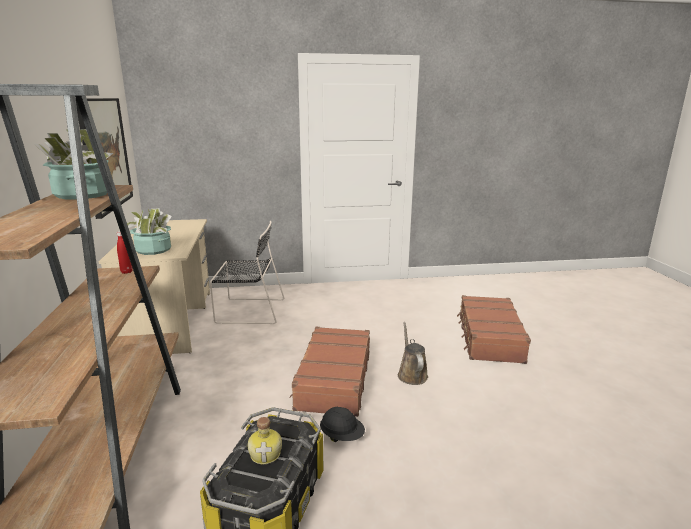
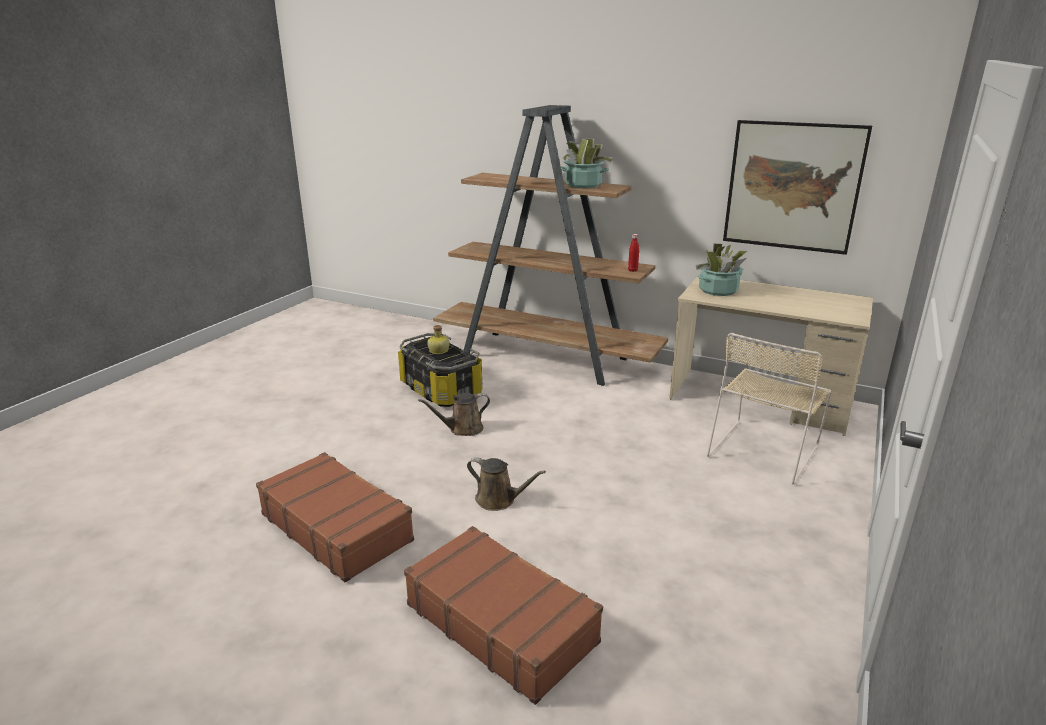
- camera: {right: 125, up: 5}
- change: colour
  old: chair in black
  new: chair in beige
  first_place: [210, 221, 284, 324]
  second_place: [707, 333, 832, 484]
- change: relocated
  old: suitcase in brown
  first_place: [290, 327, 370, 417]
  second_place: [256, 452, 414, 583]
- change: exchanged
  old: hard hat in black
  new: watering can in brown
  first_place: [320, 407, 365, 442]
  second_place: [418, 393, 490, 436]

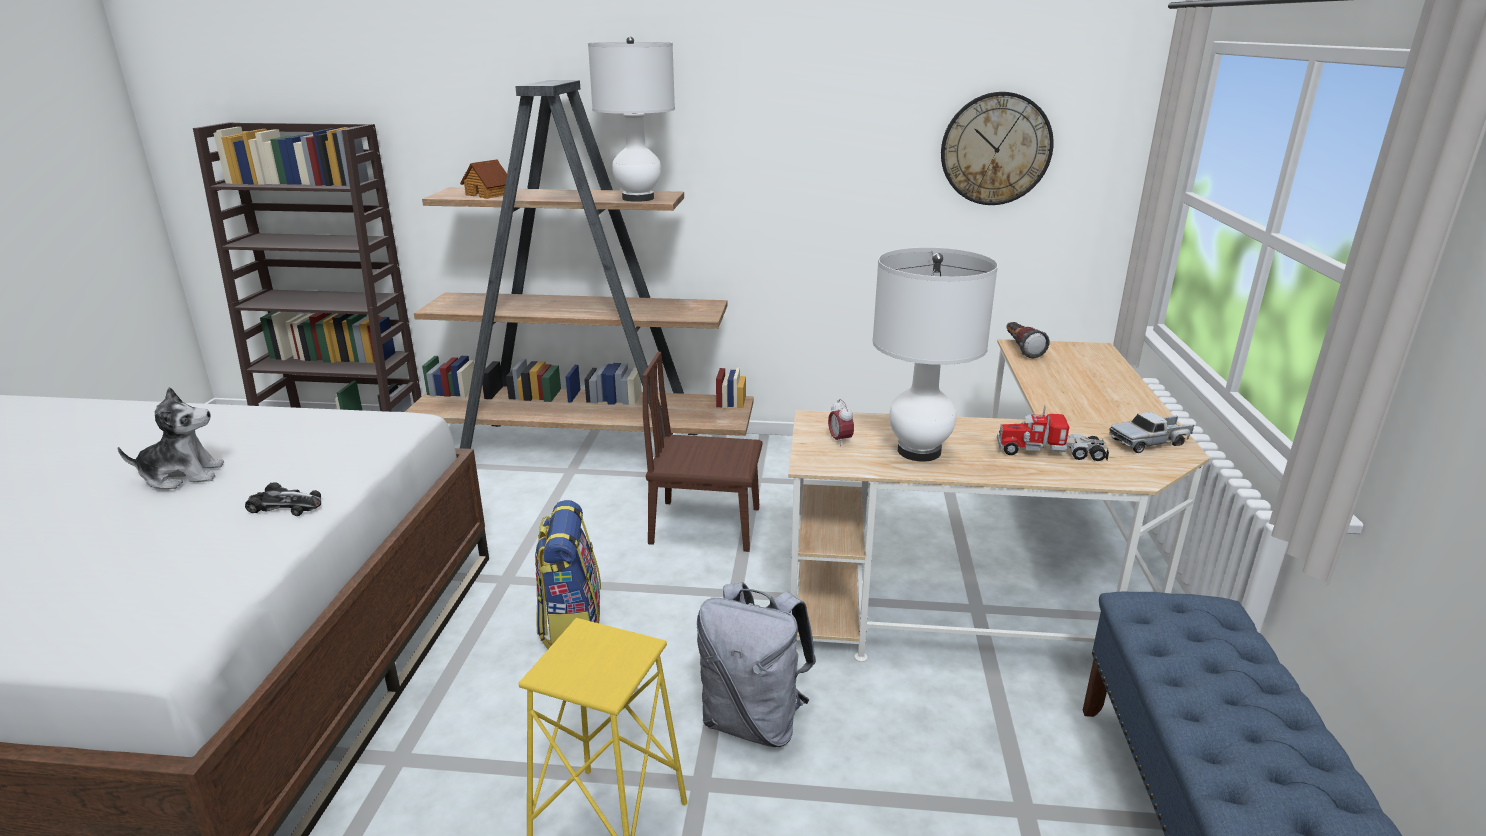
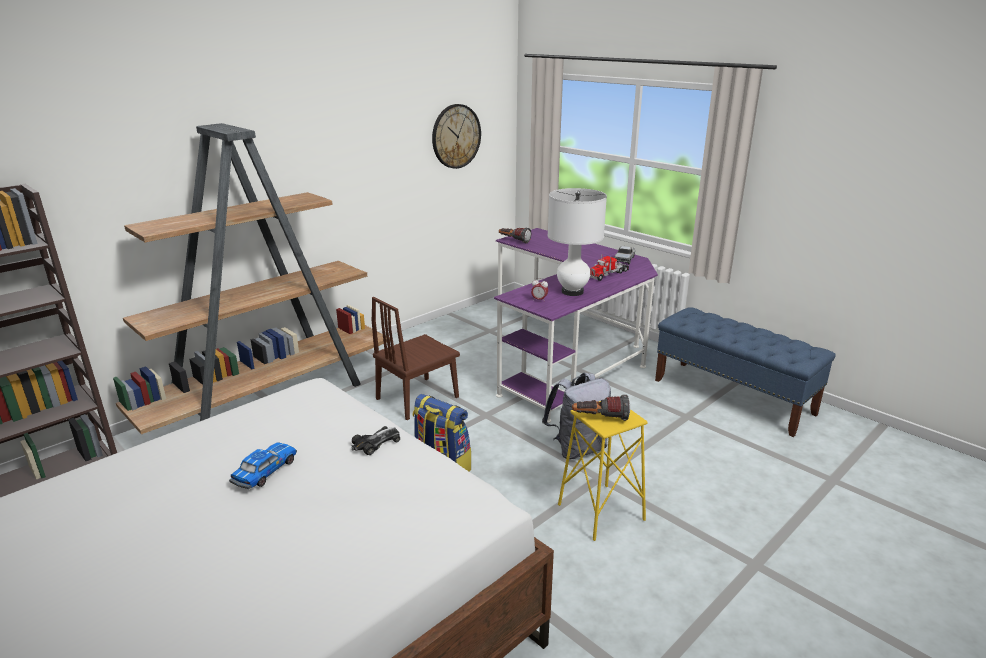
- camera: {right: -50, up: 0}
- change: exchanged
  old: plush toy
  new: toy car
  first_place: [117, 387, 224, 489]
  second_place: [229, 442, 297, 489]
- change: missing
  old: toy house
  first_place: [460, 159, 507, 199]
- change: missing
  old: table lamp in white
  first_place: [588, 36, 675, 202]
- change: colour
  old: desk in beige
  new: desk in purple
  first_place: [788, 339, 1210, 662]
  second_place: [494, 228, 658, 423]
- change: appeared
  new: flashlight
  second_place: [572, 394, 630, 421]

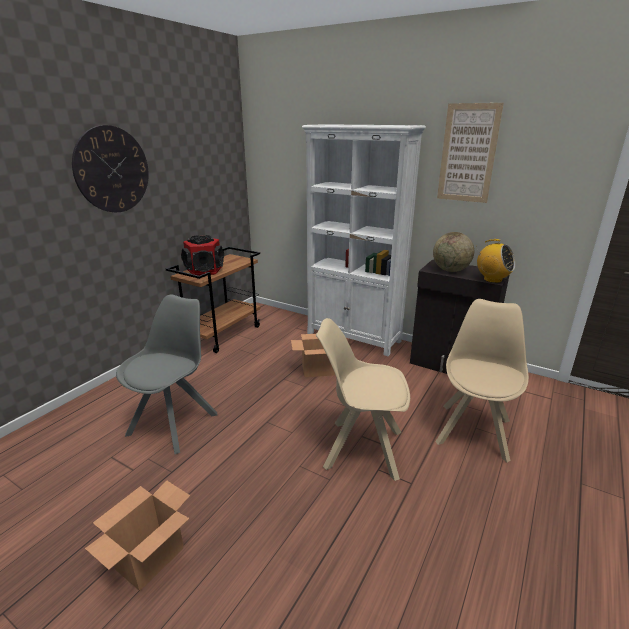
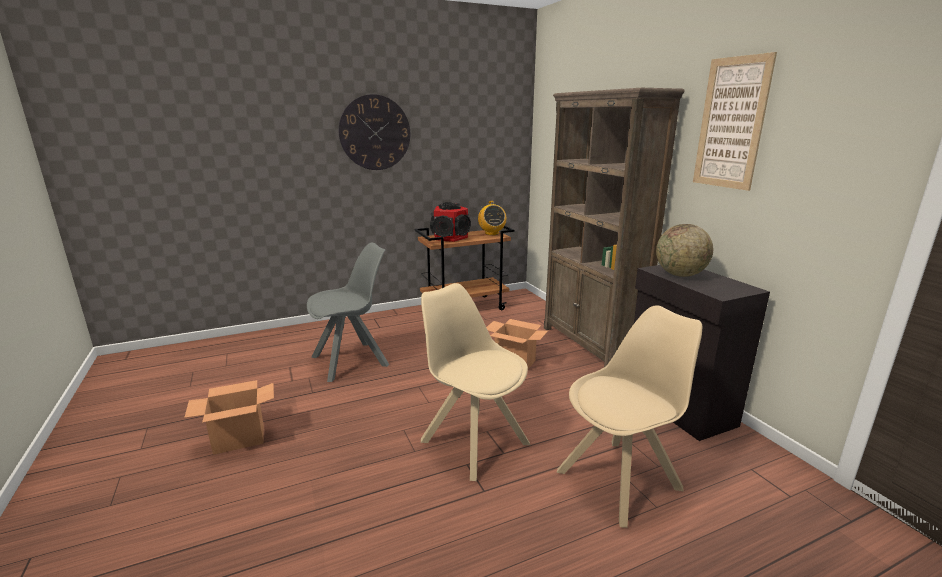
- camera: {right: 35, up: -5}
- change: colour
  old: bookcase in white
  new: bookcase in brown
  first_place: [302, 124, 426, 356]
  second_place: [544, 88, 685, 367]
- change: relocated
  old: radio
  first_place: [476, 239, 515, 283]
  second_place: [478, 201, 506, 235]

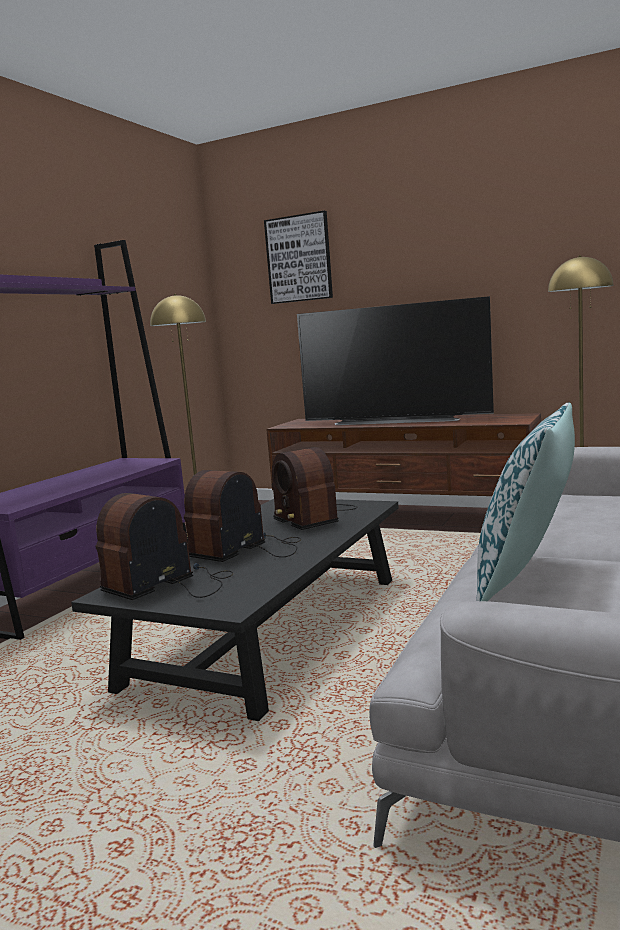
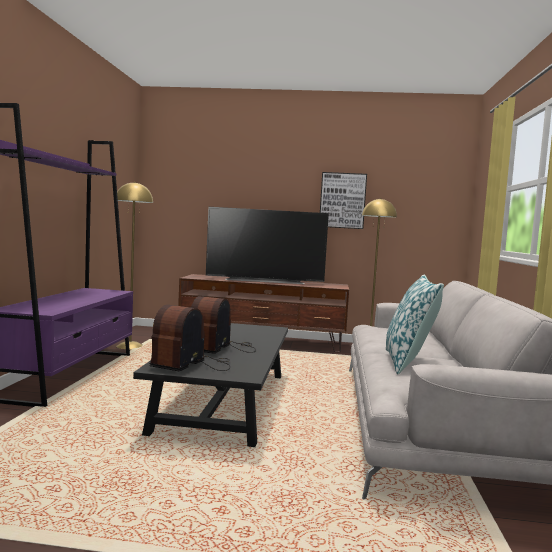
- camera: {right: -20, up: -5}
- change: relocated
  old: picture
  first_place: [264, 211, 333, 304]
  second_place: [320, 172, 367, 229]
- change: missing
  old: radio
  first_place: [272, 447, 358, 530]

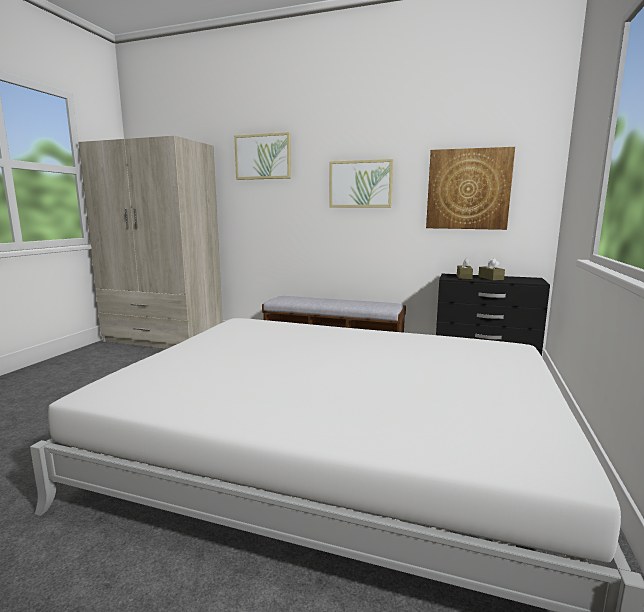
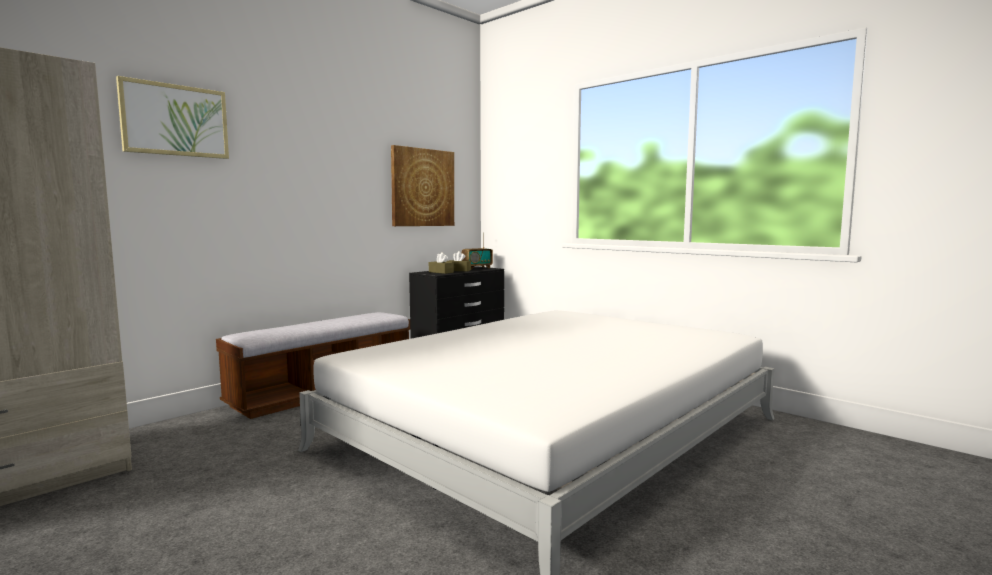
- camera: {right: -65, up: -5}
- change: missing
  old: picture
  first_place: [329, 159, 393, 208]
- change: appeared
  new: radio
  second_place: [462, 233, 493, 269]

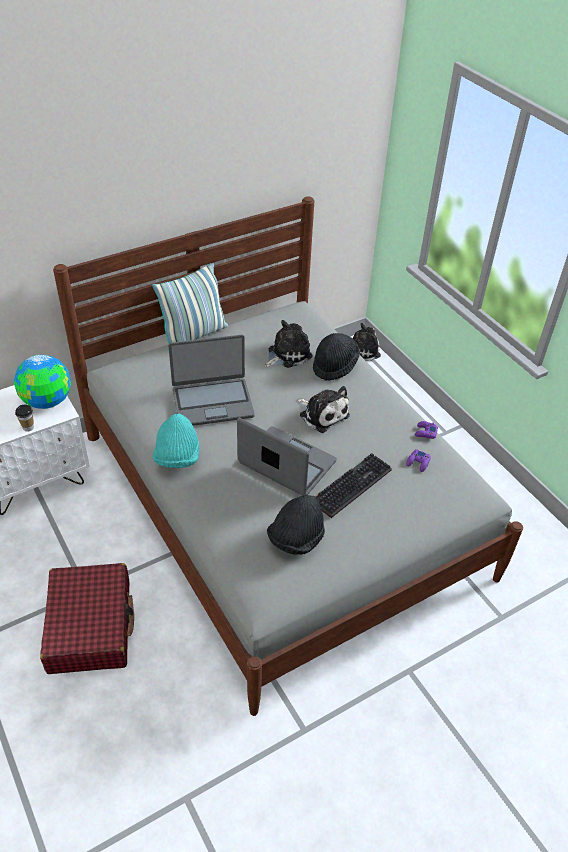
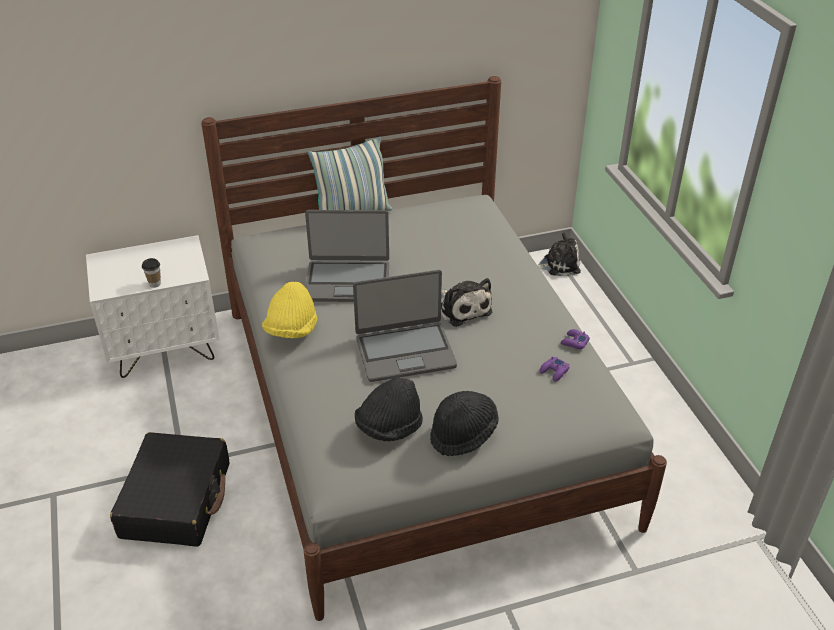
- camera: {right: 15, up: -5}
- change: missing
  old: globe
  first_place: [14, 355, 71, 409]
- change: colour
  old: suitcase in red
  new: suitcase in black
  first_place: [40, 563, 134, 674]
  second_place: [110, 432, 229, 547]
- change: colour
  old: hat in turquoise
  new: hat in yellow
  first_place: [153, 413, 199, 468]
  second_place: [262, 282, 317, 338]
- change: spun
  old: laptop
  first_place: [237, 418, 337, 496]
  second_place: [353, 270, 457, 382]
  degrees: 120
- change: missing
  old: plush toy
  first_place: [264, 320, 313, 368]
- change: relocated
  old: hat in black
  first_place: [313, 333, 360, 381]
  second_place: [430, 391, 498, 456]
- change: missing
  old: keyboard
  first_place: [315, 453, 392, 518]

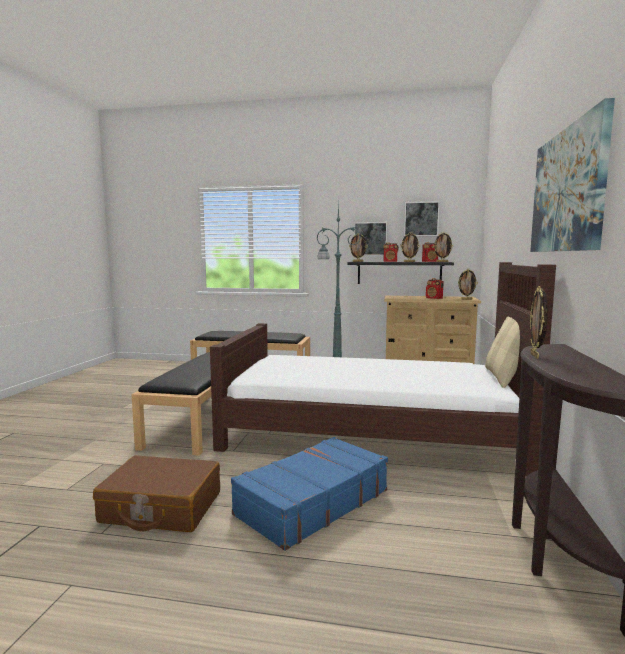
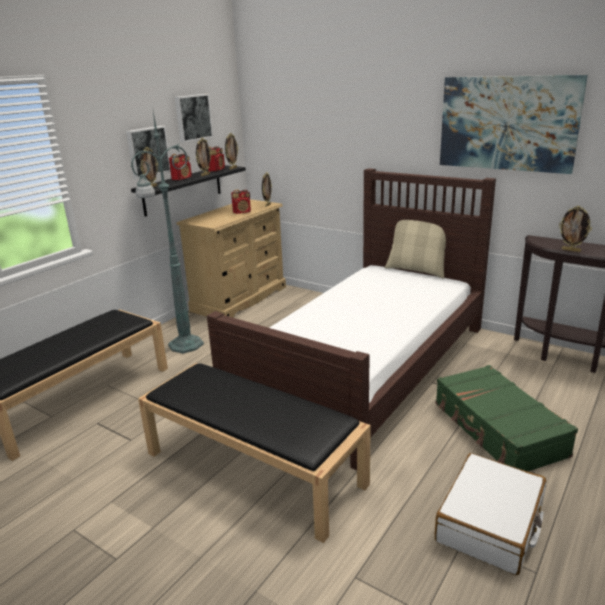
- camera: {right: -65, up: 15}
- change: colour
  old: suitcase in brown
  new: suitcase in white
  first_place: [93, 455, 220, 532]
  second_place: [435, 453, 546, 575]
- change: colour
  old: suitcase in blue
  new: suitcase in green
  first_place: [231, 437, 388, 551]
  second_place: [436, 365, 578, 472]

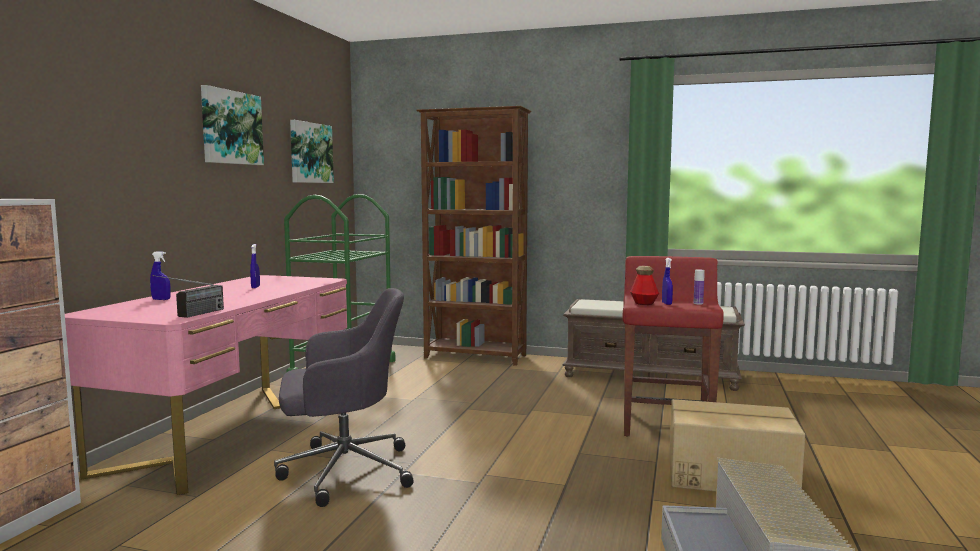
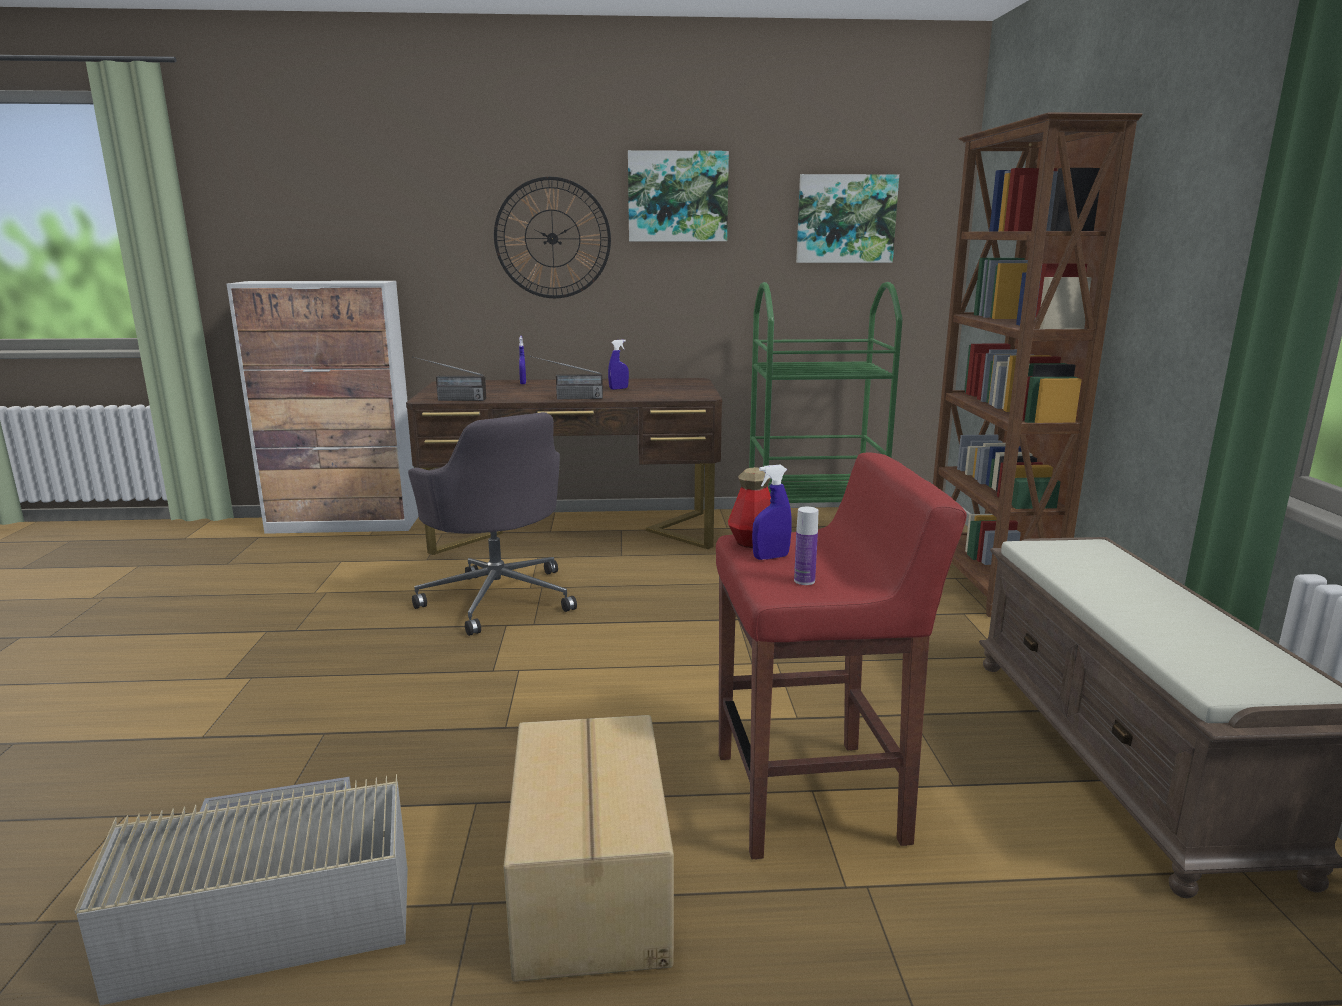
- camera: {right: 70, up: 10}
- change: colour
  old: desk in pink
  new: desk in brown
  first_place: [65, 275, 347, 495]
  second_place: [406, 378, 722, 555]
- change: appeared
  new: wall clock
  second_place: [494, 177, 611, 298]
- change: appeared
  new: radio
  second_place: [530, 356, 603, 399]

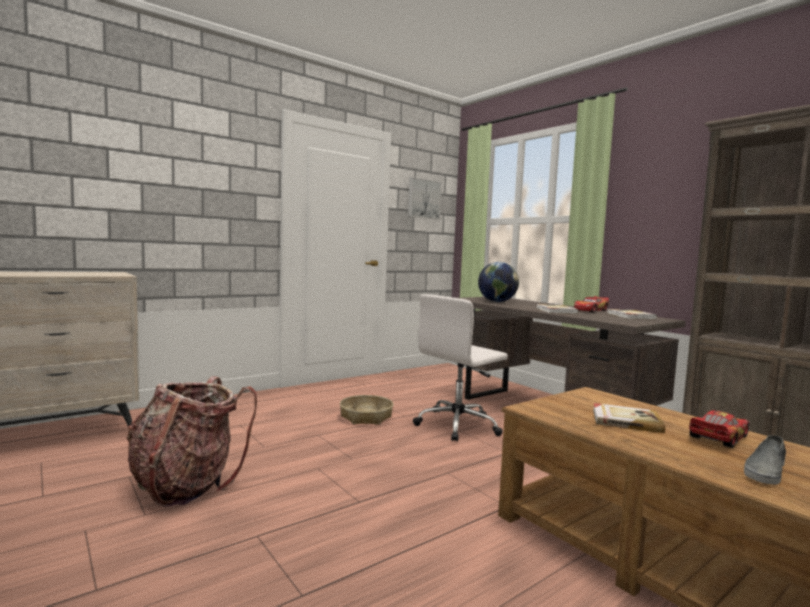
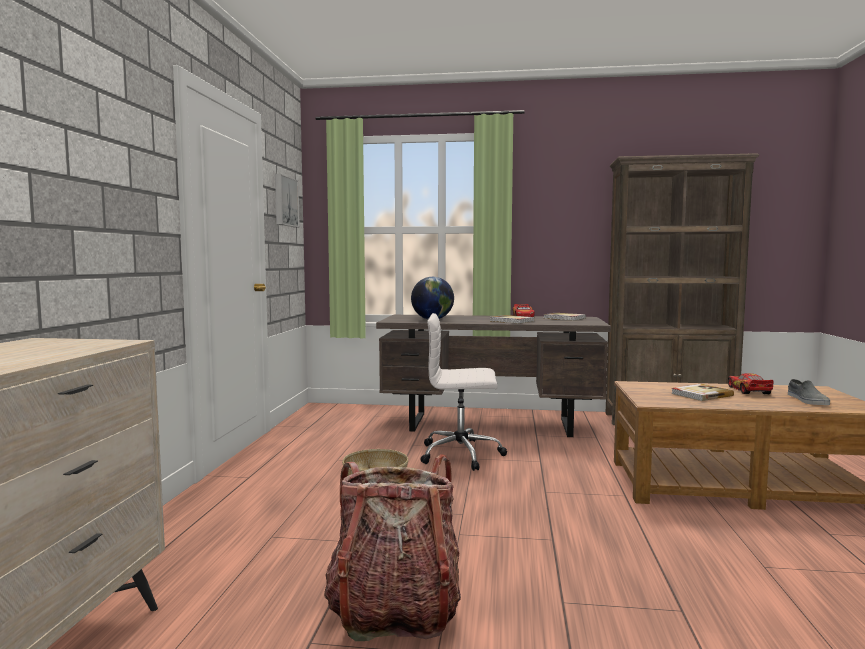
- camera: {right: -45, up: 0}
- change: spun
  old: office chair in white
  first_place: [413, 294, 508, 442]
  second_place: [420, 313, 507, 471]
  degrees: 90

